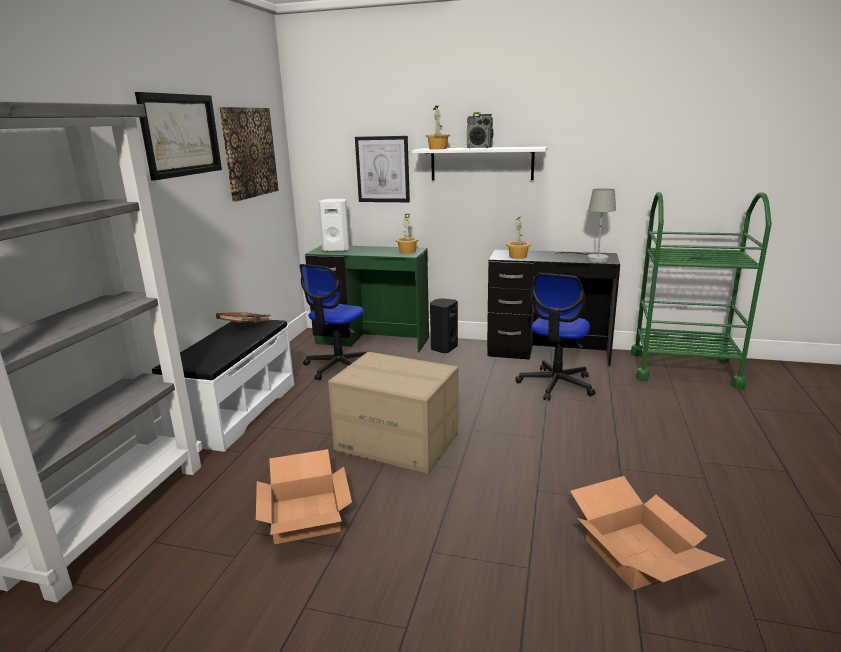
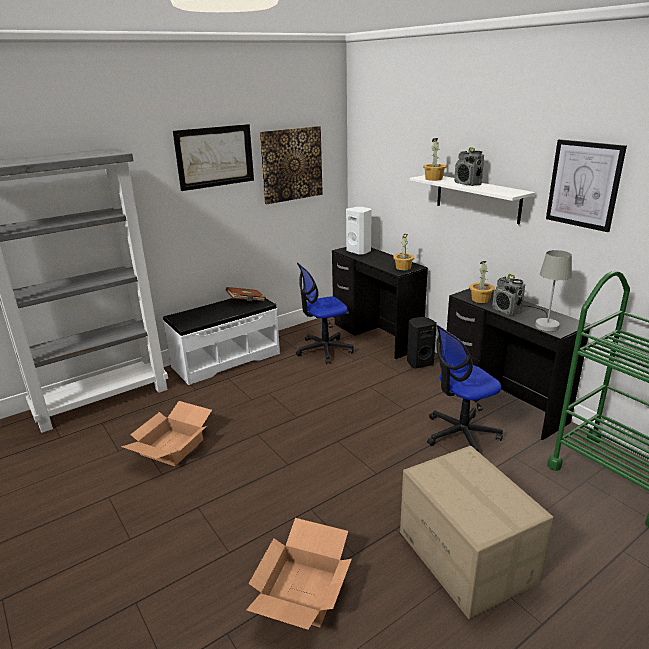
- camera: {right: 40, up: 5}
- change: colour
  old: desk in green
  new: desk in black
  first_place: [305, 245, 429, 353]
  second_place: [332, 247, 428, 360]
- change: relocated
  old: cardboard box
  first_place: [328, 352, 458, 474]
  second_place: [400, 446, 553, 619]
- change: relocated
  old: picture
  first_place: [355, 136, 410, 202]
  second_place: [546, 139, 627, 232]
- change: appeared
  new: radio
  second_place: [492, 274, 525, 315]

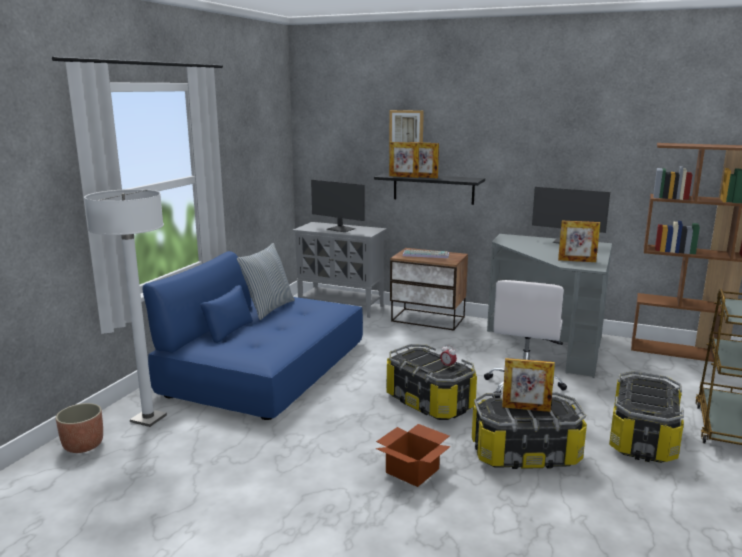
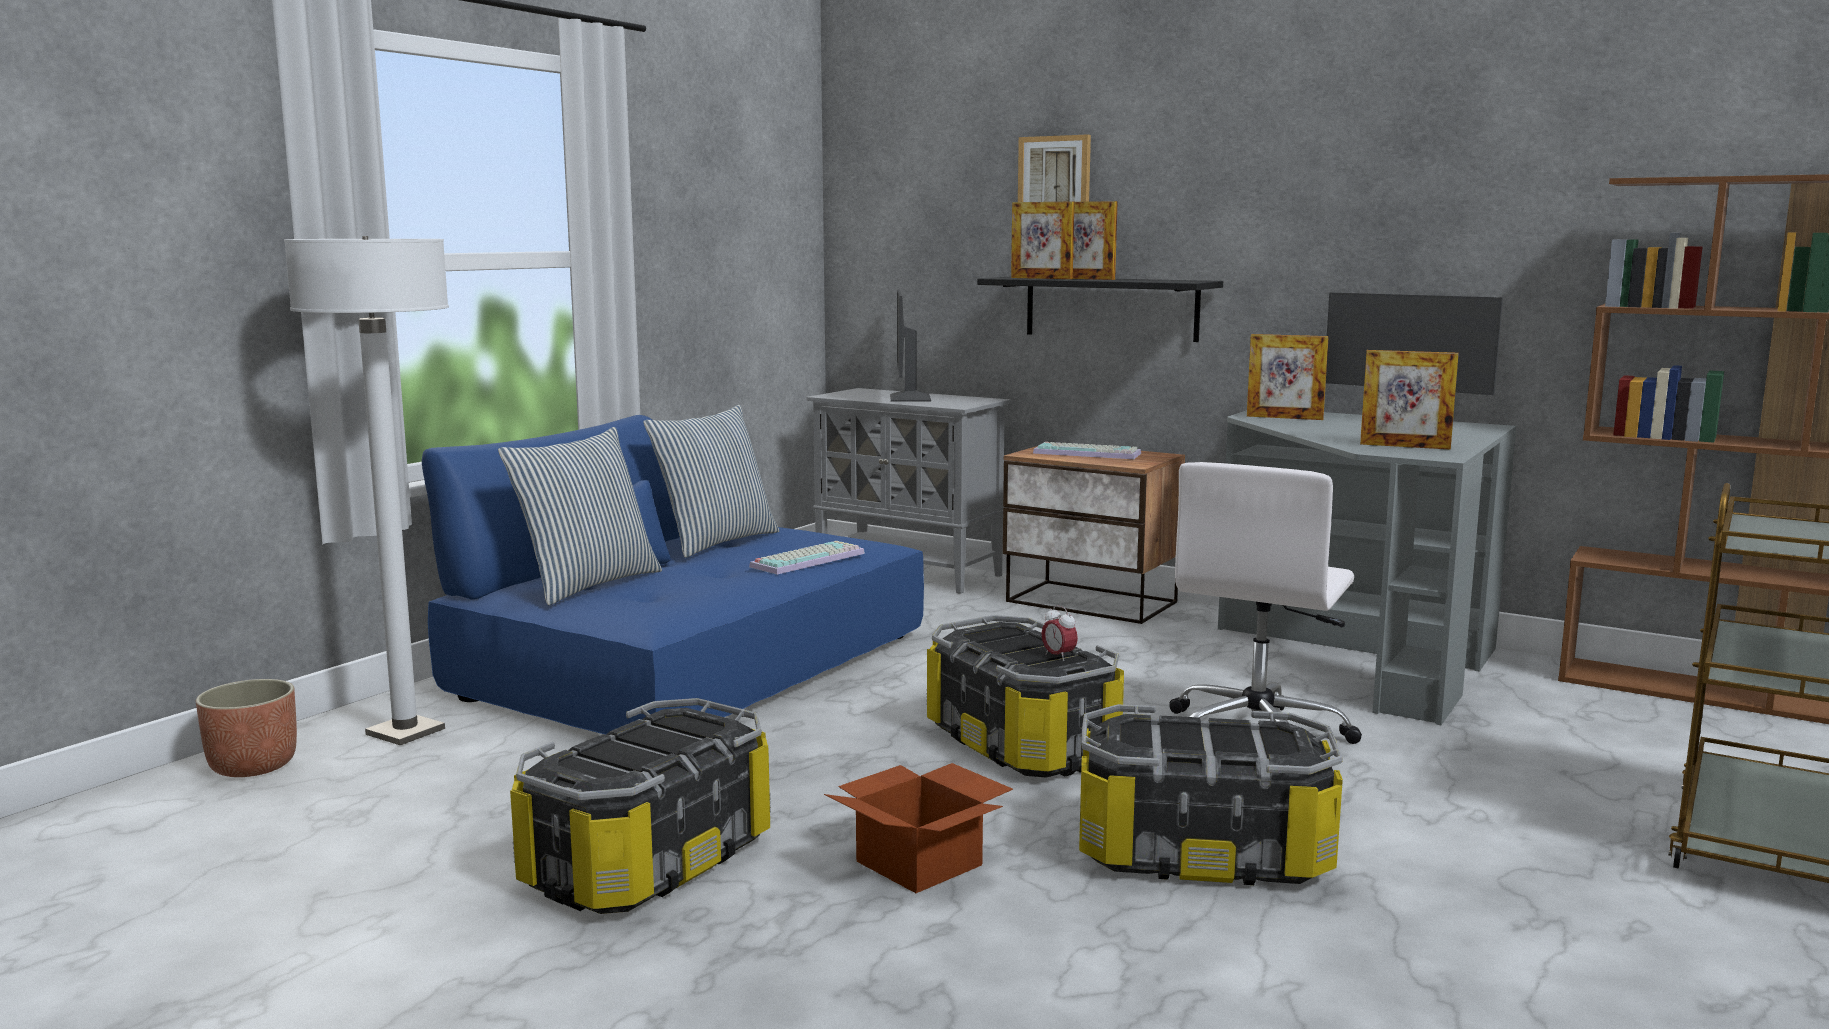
- camera: {right: 10, up: -5}
- change: spun
  old: monitor
  first_place: [311, 180, 365, 232]
  second_place: [890, 290, 931, 402]
  degrees: 45
- change: relocated
  old: picture frame
  first_place: [502, 358, 555, 412]
  second_place: [1247, 334, 1329, 420]
- change: relocated
  old: storage box
  first_place: [609, 371, 684, 463]
  second_place: [510, 698, 771, 914]
- change: appeared
  new: pillow
  second_place: [498, 427, 662, 606]
- change: appeared
  new: keyboard
  second_place: [749, 541, 865, 575]

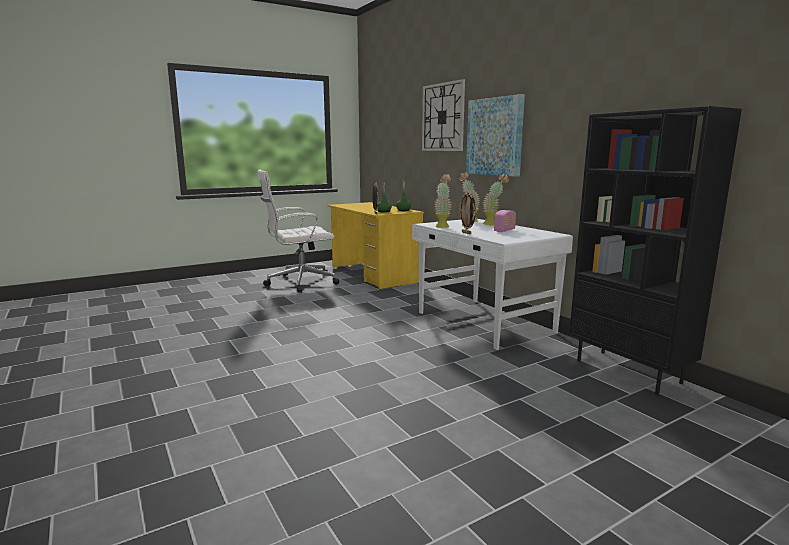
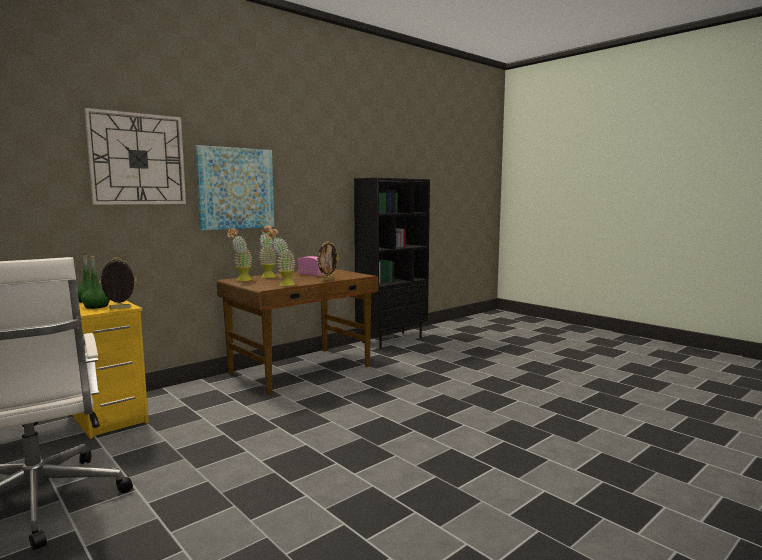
- camera: {right: -100, up: -5}
- change: colour
  old: desk in white
  new: desk in brown
  first_place: [412, 219, 573, 350]
  second_place: [217, 269, 378, 395]

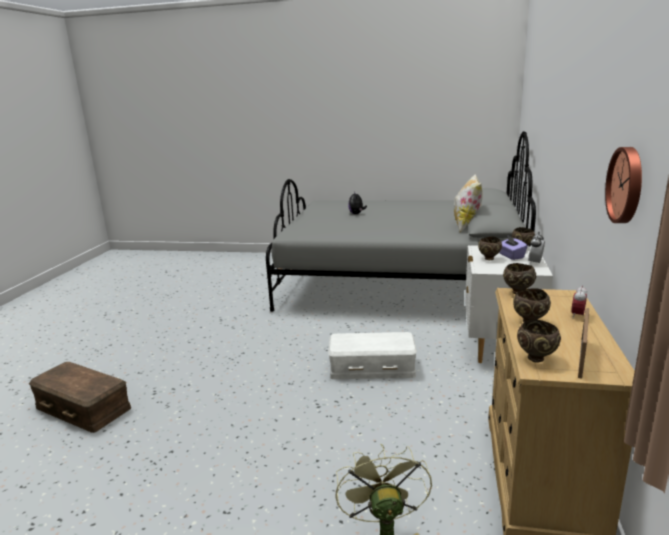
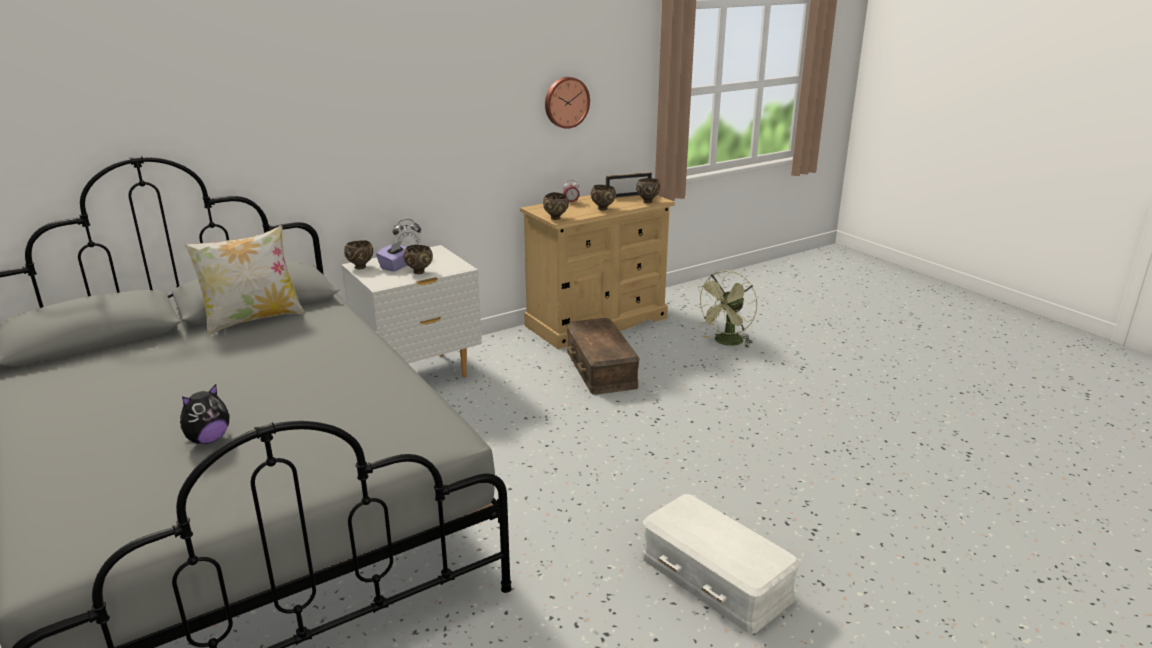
- camera: {right: -135, up: 5}
- change: relocated
  old: storage box in brown
  first_place: [29, 362, 131, 433]
  second_place: [567, 318, 640, 395]
- change: relocated
  old: storage box in white
  first_place: [328, 332, 417, 379]
  second_place: [642, 494, 801, 634]

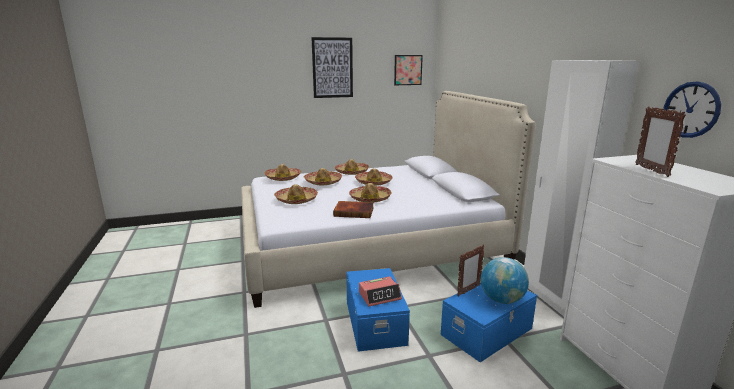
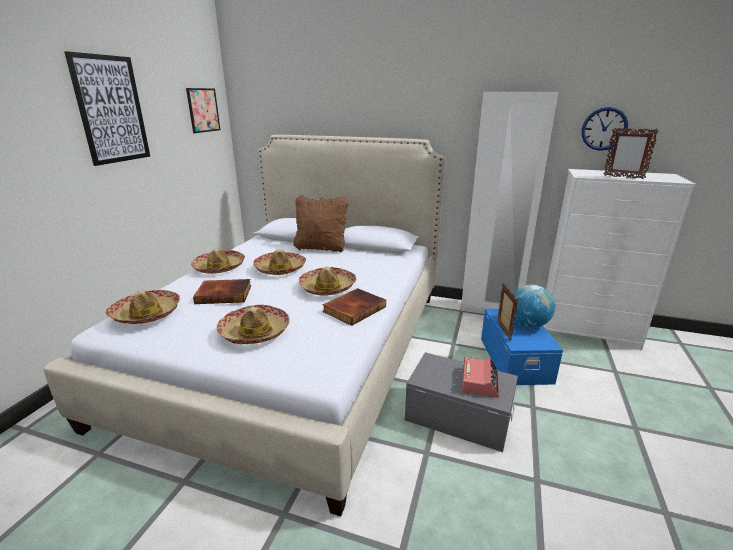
- camera: {right: -55, up: 5}
- change: exchanged
  old: hat
  new: book
  first_place: [304, 168, 342, 185]
  second_place: [193, 279, 251, 304]
- change: colour
  old: storage box in blue
  new: storage box in grey
  first_place: [346, 268, 410, 352]
  second_place: [405, 352, 518, 452]
- change: appeared
  new: pillow in brown
  second_place: [293, 195, 349, 253]

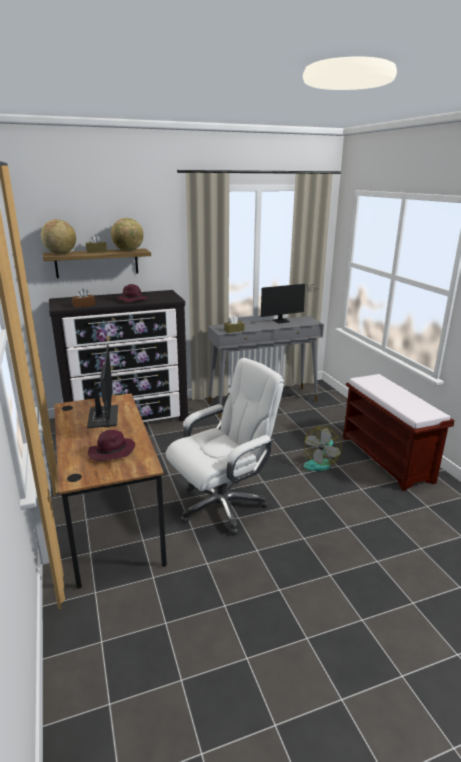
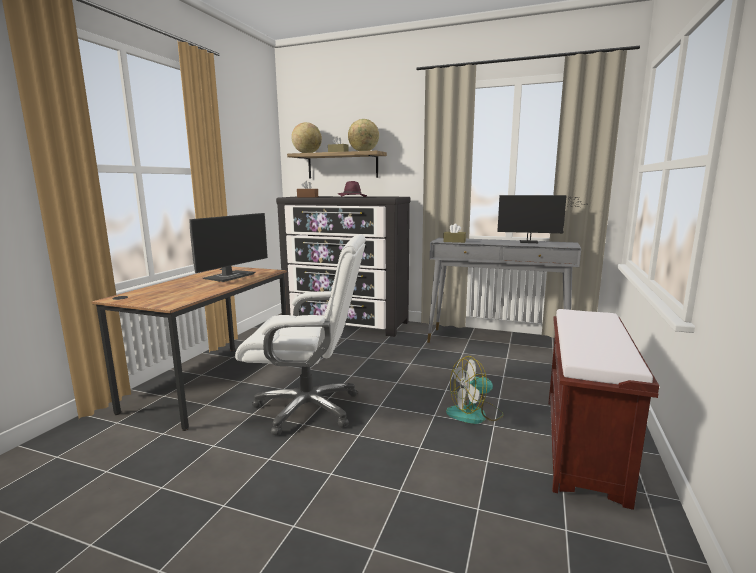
- camera: {right: 40, up: -10}
- change: missing
  old: hat in purple
  first_place: [88, 430, 135, 461]

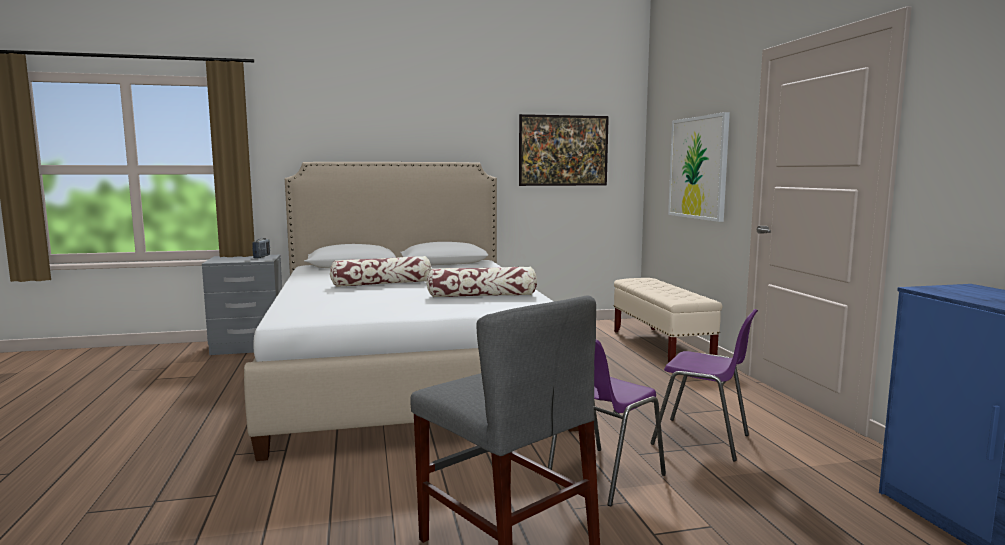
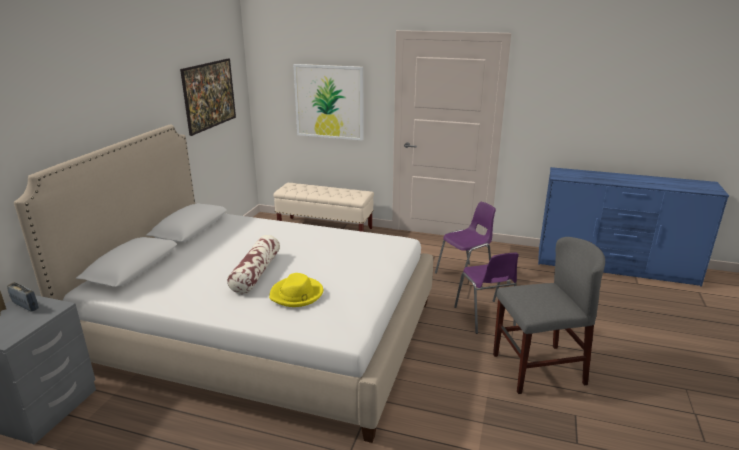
- camera: {right: -60, up: 15}
- change: missing
  old: pillow
  first_place: [426, 267, 537, 297]
- change: appeared
  new: hat in yellow
  second_place: [269, 273, 323, 307]

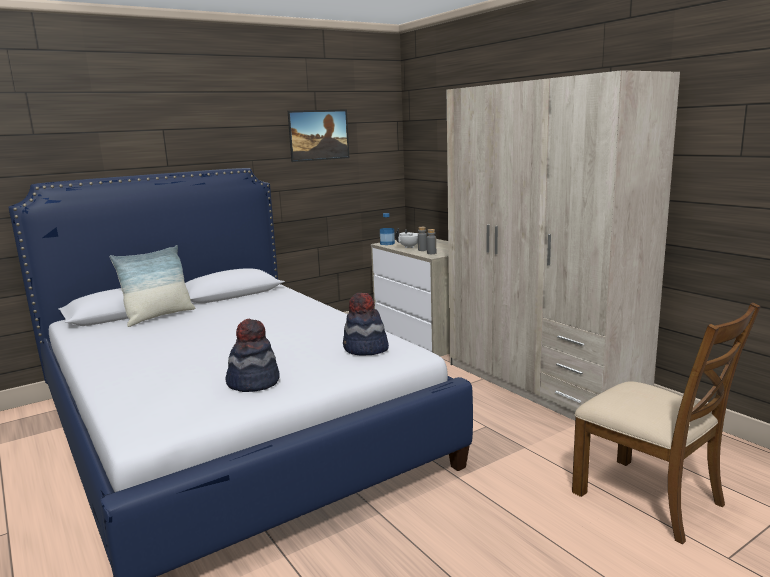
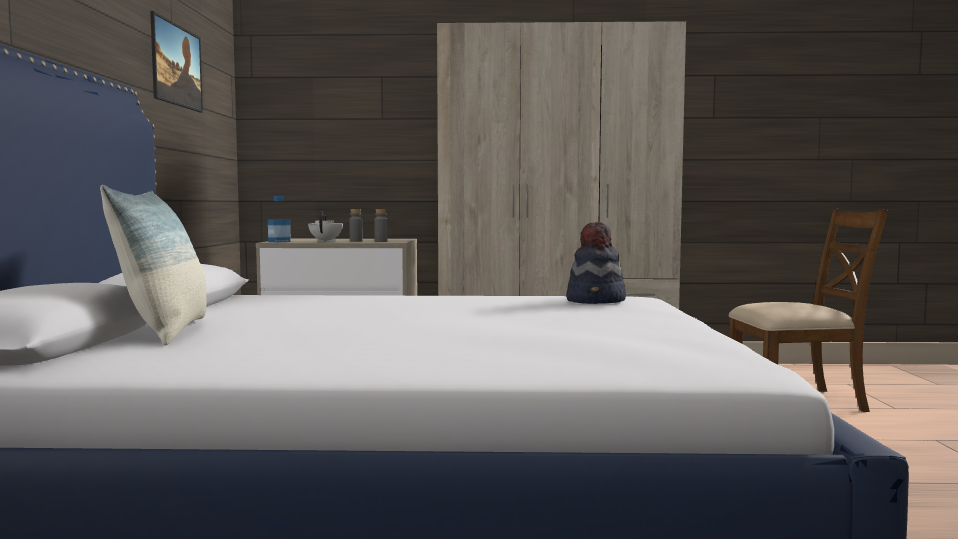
- camera: {right: -55, up: -10}
- change: missing
  old: hat
  first_place: [225, 319, 280, 392]

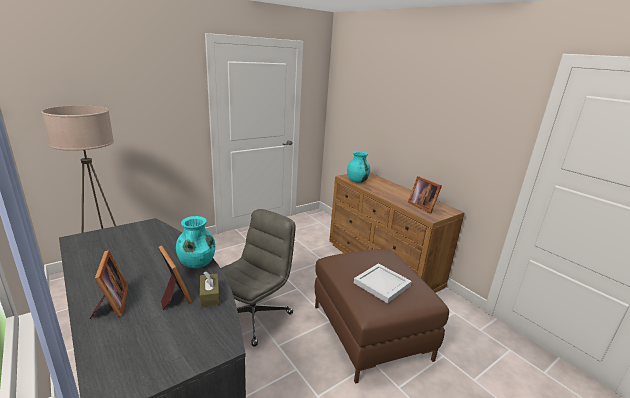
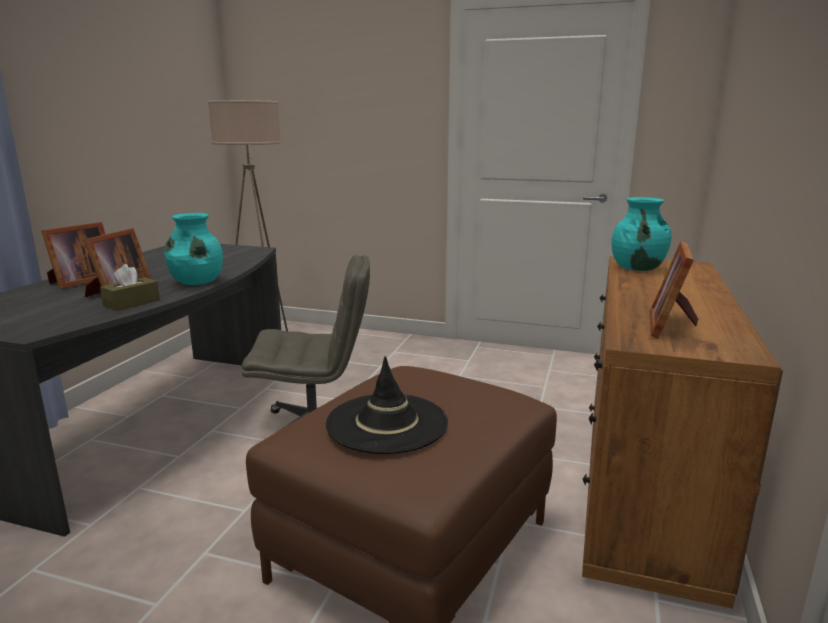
- camera: {right: 55, up: -5}
- change: exchanged
  old: tray in white
  new: hat in black
  first_place: [354, 264, 412, 303]
  second_place: [326, 356, 448, 454]

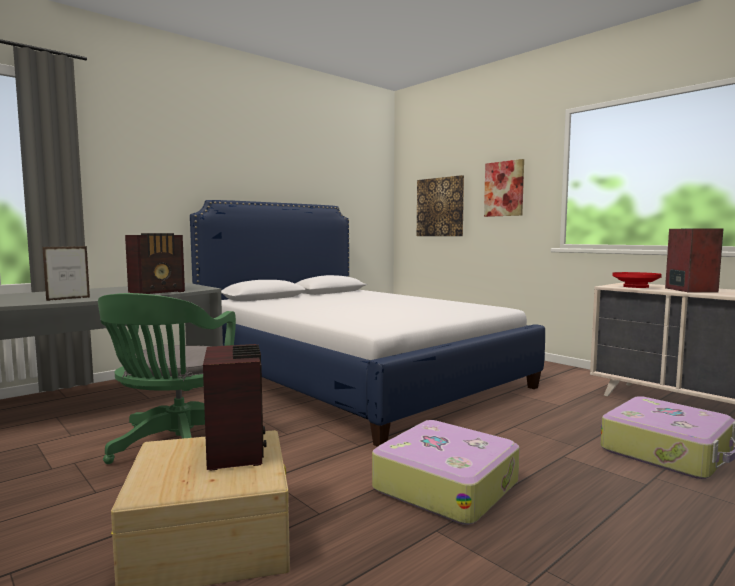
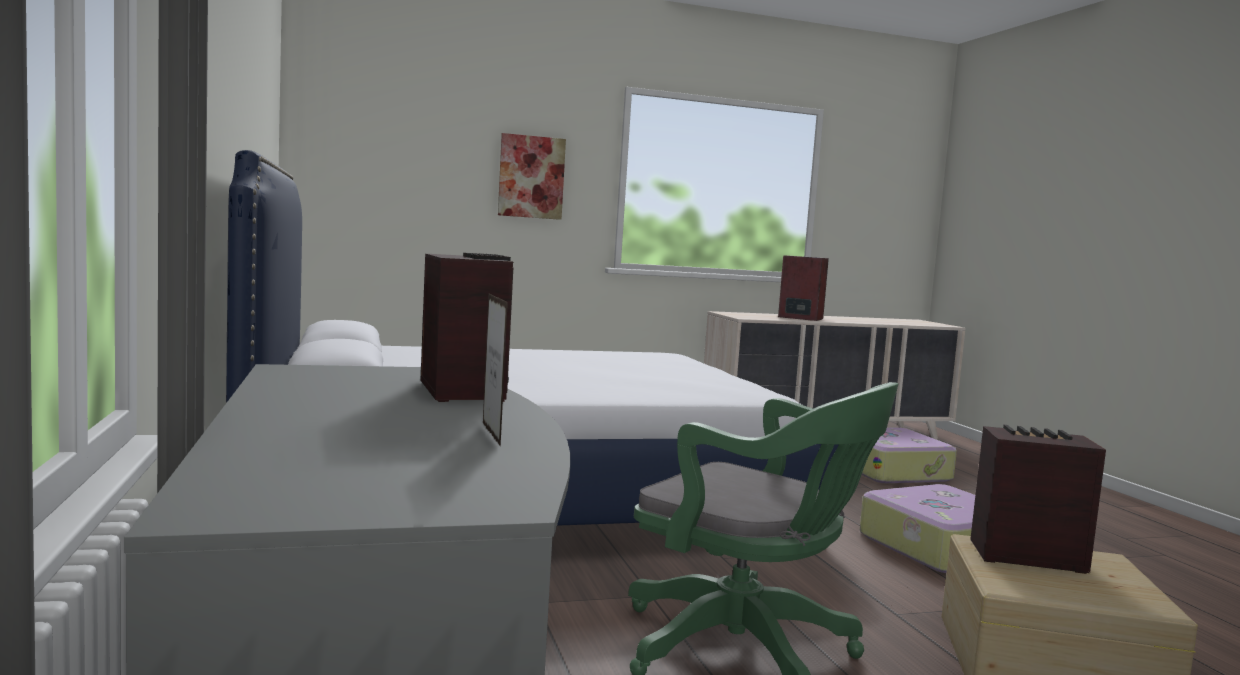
- camera: {right: -65, up: 0}
- change: missing
  old: picture
  first_place: [417, 175, 464, 236]
- change: missing
  old: bowl in red
  first_place: [613, 272, 662, 288]

